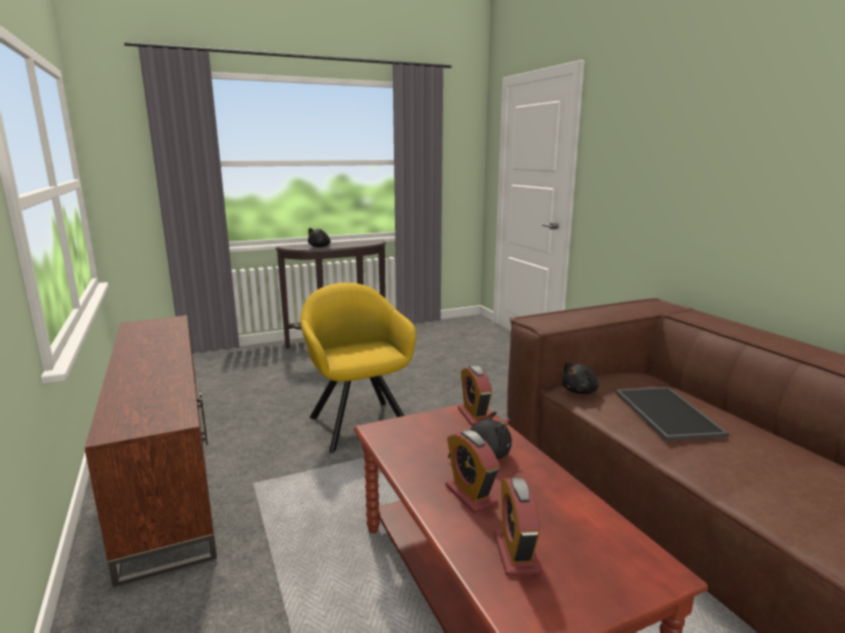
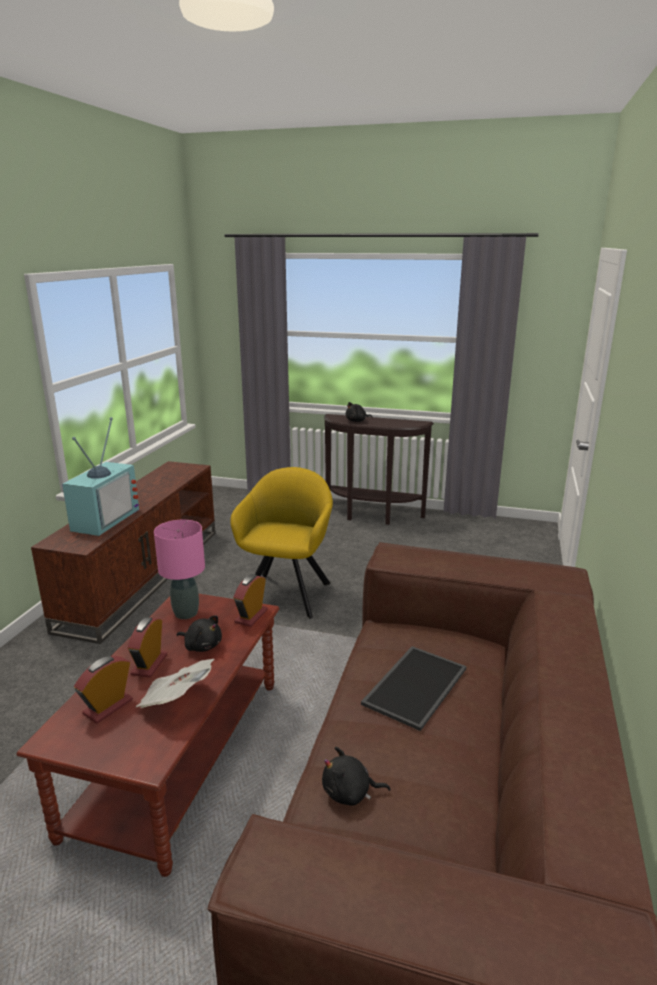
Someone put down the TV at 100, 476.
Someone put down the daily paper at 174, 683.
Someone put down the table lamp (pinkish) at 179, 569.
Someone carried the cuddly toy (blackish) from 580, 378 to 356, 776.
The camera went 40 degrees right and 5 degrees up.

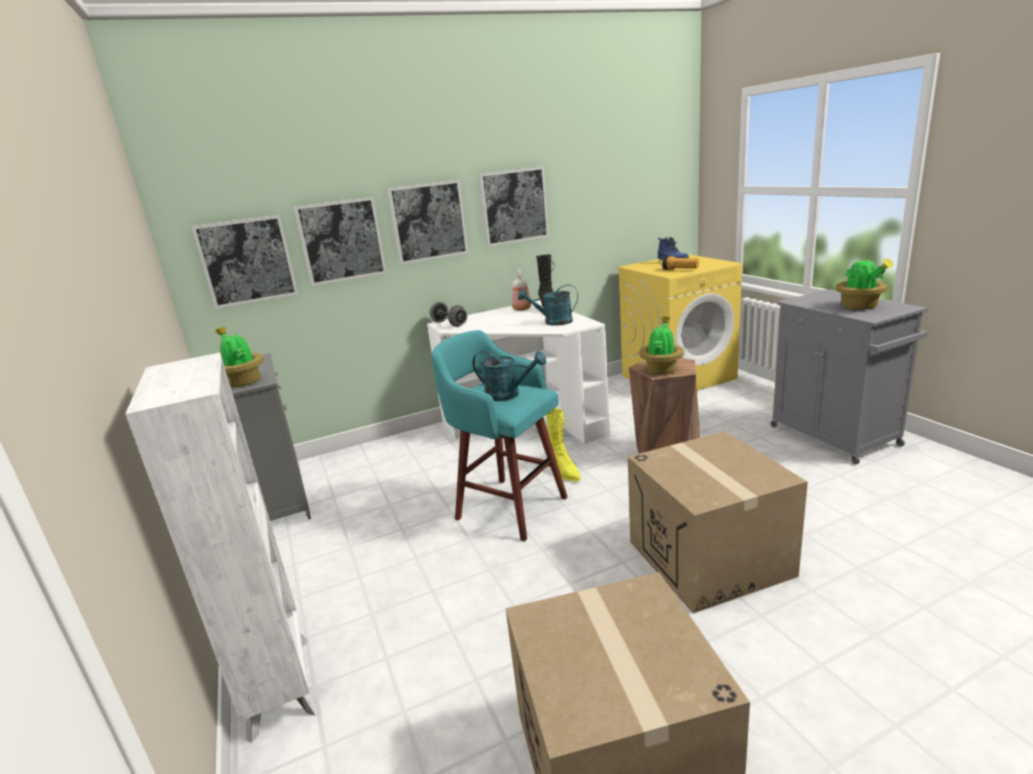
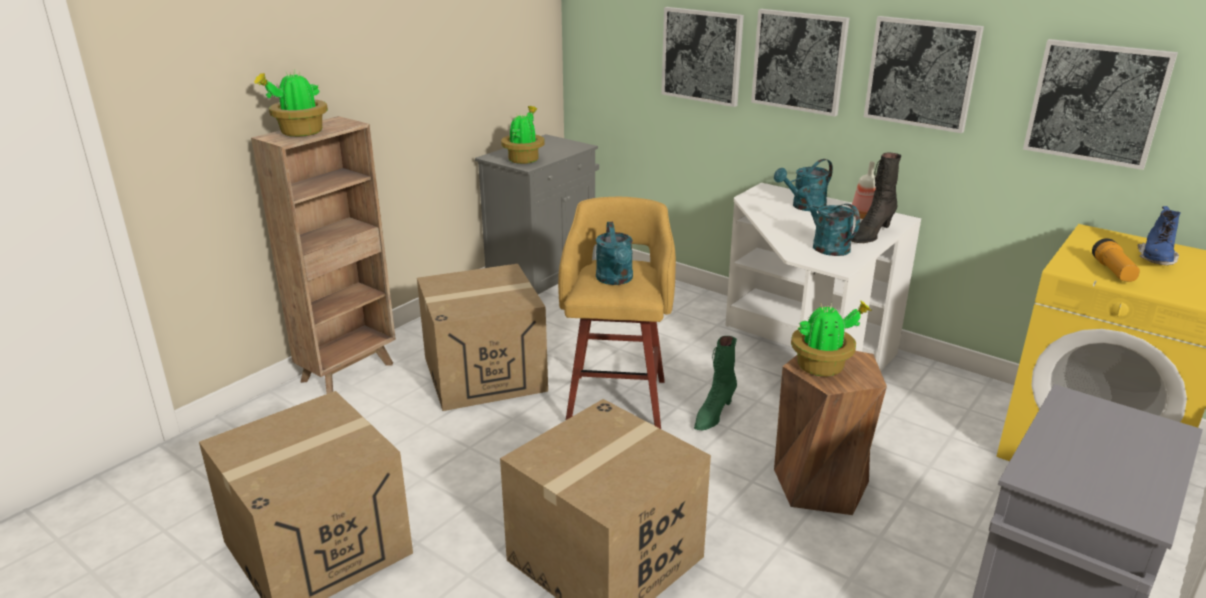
Someone repainted the shelving unit (white-coloured) at 222, 548, which became the shelving unit (brown) at 323, 255.
Someone carried the houseplant from 865, 283 to 291, 104.
Someone put down the packing box at 482, 337.
Someone repainted the stool seat (turquoise) at 499, 436, which became the stool seat (yellow) at 617, 313.
Someone repainted the high-top boot (yellow) at 563, 445, which became the high-top boot (green) at 715, 383.
Someone put down the watering can (turquoise) at 803, 185.
Someone carried the picture from 245, 262 to 1100, 104.
Someone took away the dumbbell (grey) at 448, 314.
The camera went 60 degrees right and 5 degrees up.

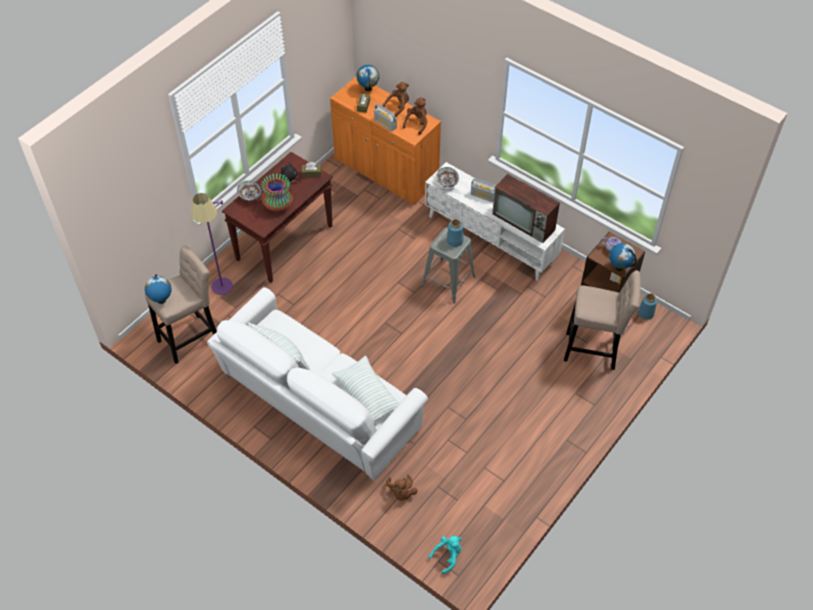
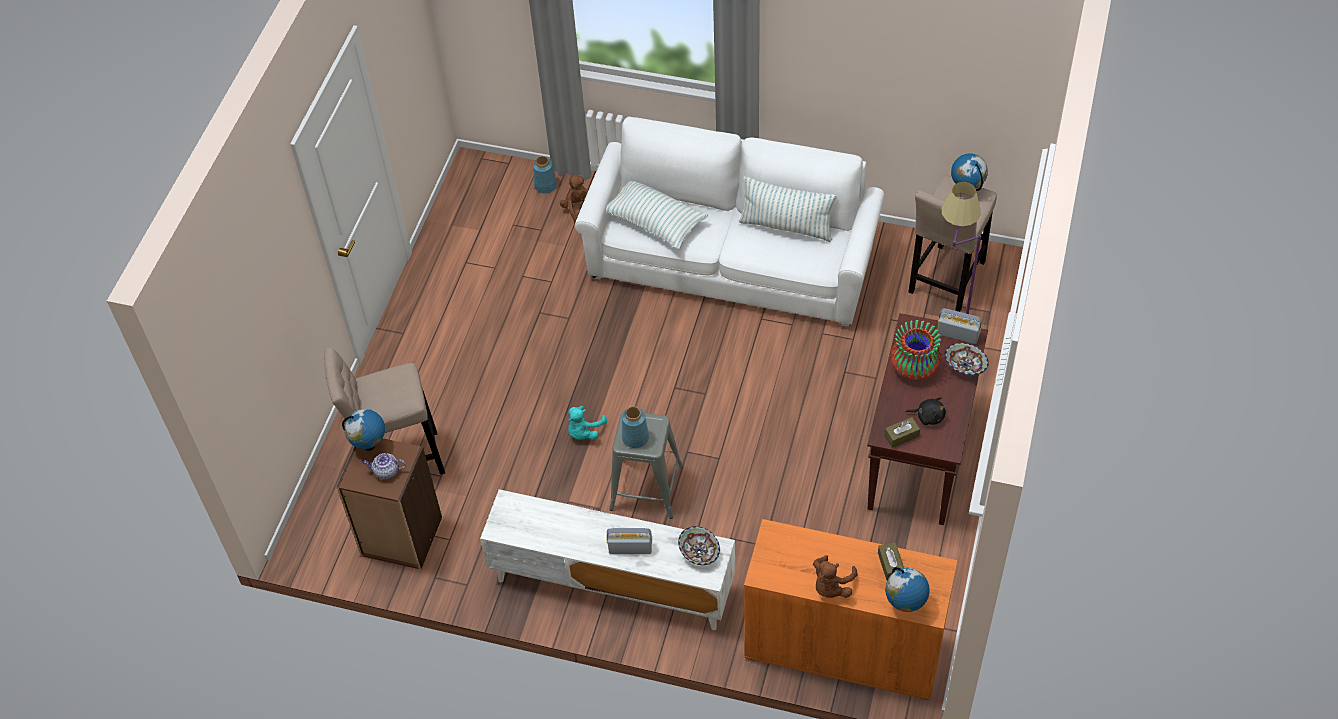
Someone carried the vase (blue-coloured) from 647, 307 to 545, 174.
Someone carried the cuddly toy (turquoise) from 445, 555 to 587, 423.
Someone carried the radio receiver from 385, 117 to 959, 326.
Someone took away the cuddly toy (brown) at 415, 116.
Someone took away the TV at 526, 208.
The camera went 160 degrees right and 0 degrees up.

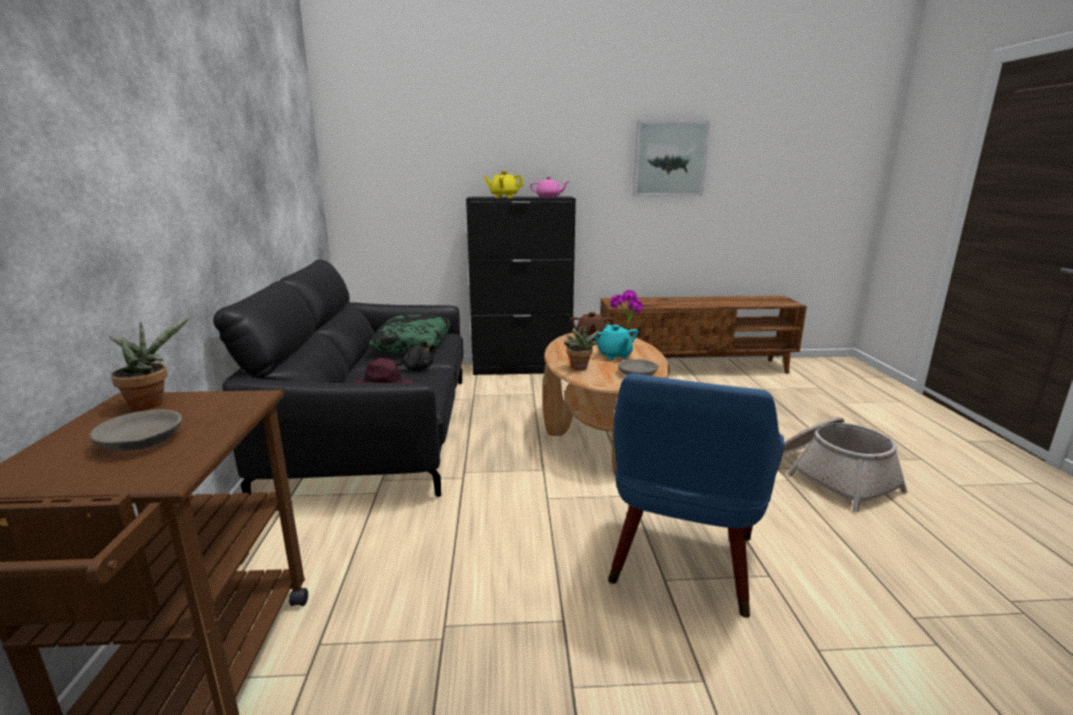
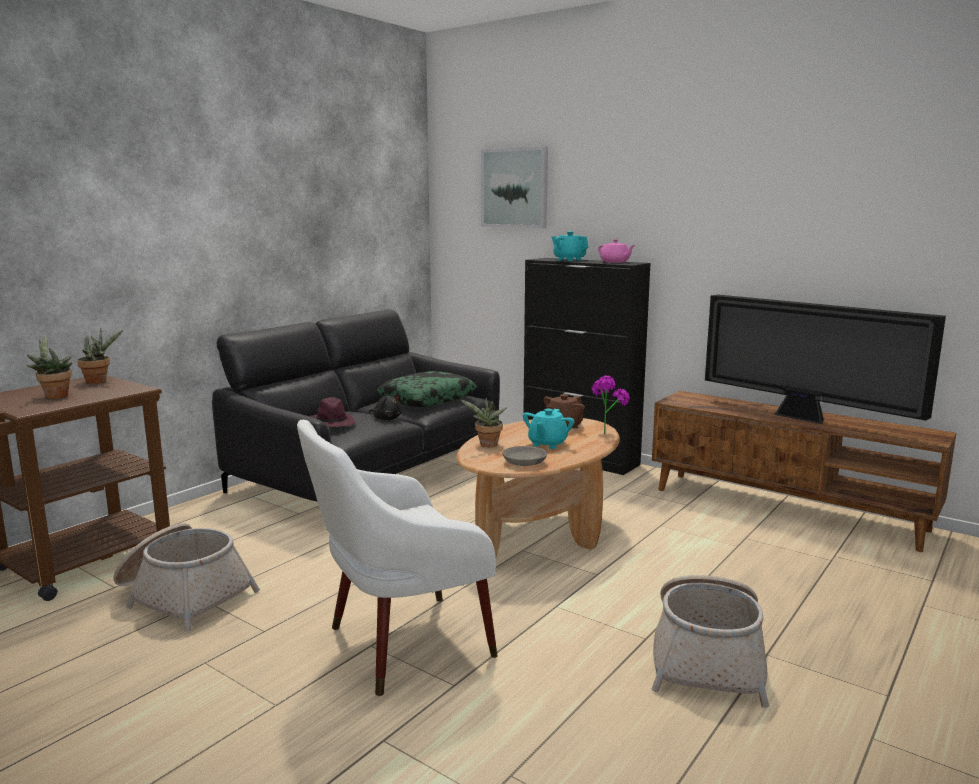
Someone swapped the bowl (grey) at 136, 430 for the houseplant at 49, 367.
Someone put down the storage basket at 186, 577.
Someone repainted the lounge chair (blue-coloured) at 696, 495, which became the lounge chair (white-coloured) at 397, 558.
Someone carried the picture from 671, 158 to 514, 187.
Someone repainted the pot for tea (yellow) at 504, 184, which became the pot for tea (turquoise) at 570, 246.
Someone put down the TV at 825, 359.
The camera went 40 degrees right and 5 degrees down.

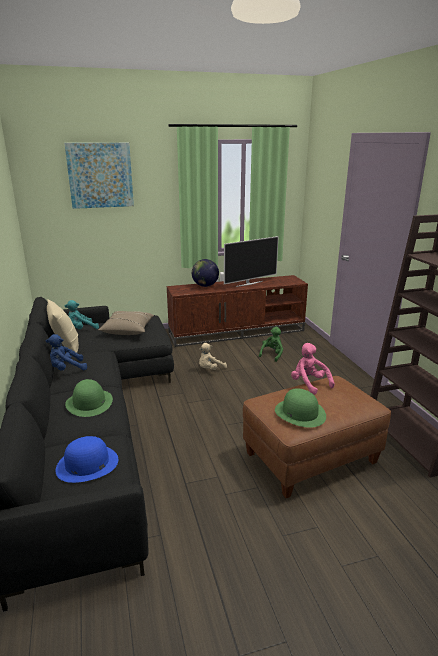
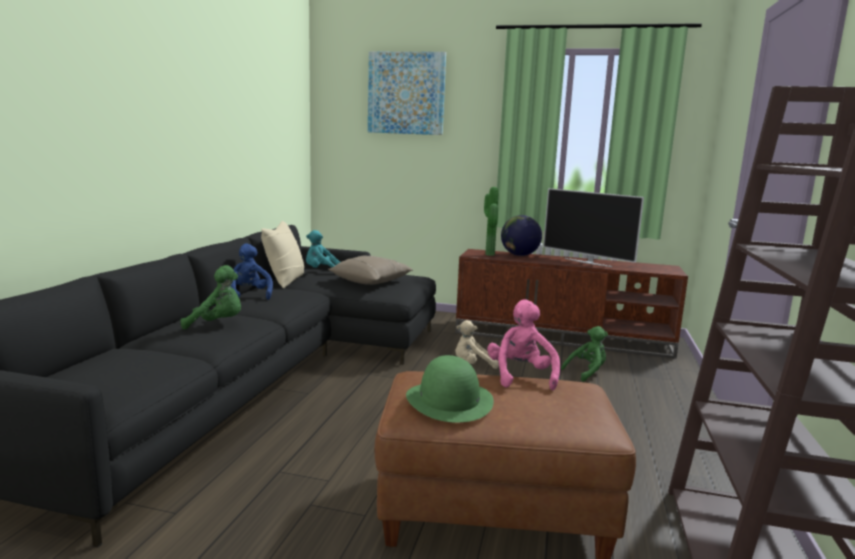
Someone swapped the hat (green) at 89, 398 for the cuddly toy (green) at 211, 297.
Someone rotated the cuddly toy (blue-coloured) at 66, 352 by 60 degrees clockwise.
Someone put down the houseplant at 491, 221.
Someone rotated the TV at 251, 261 by 45 degrees clockwise.
Someone took away the hat (blue-coloured) at 86, 459.
The camera went 30 degrees right and 10 degrees down.

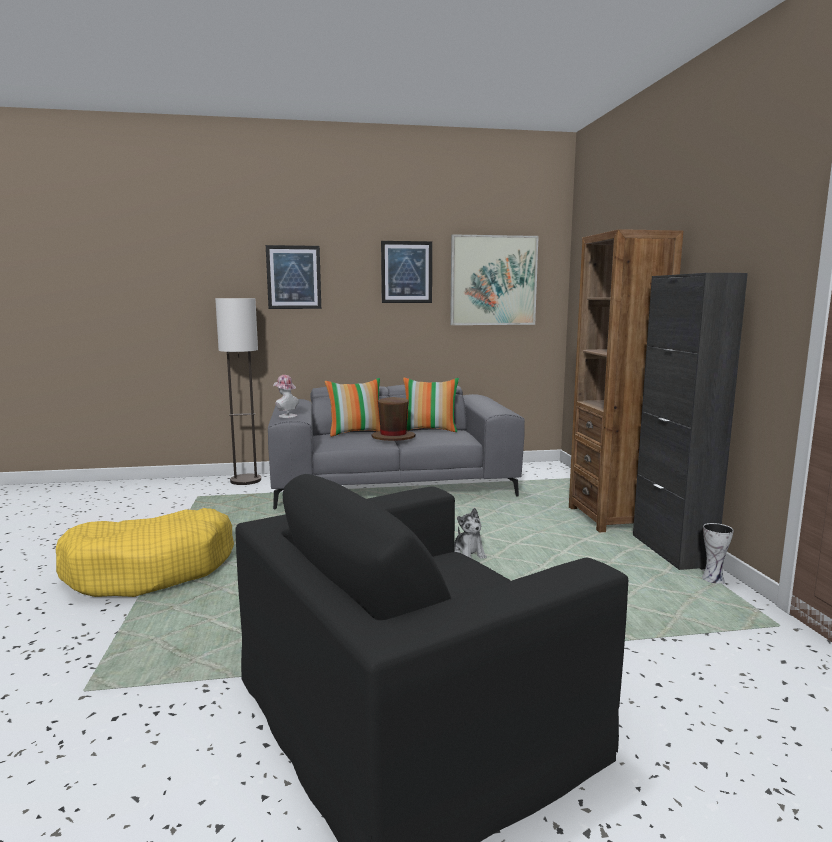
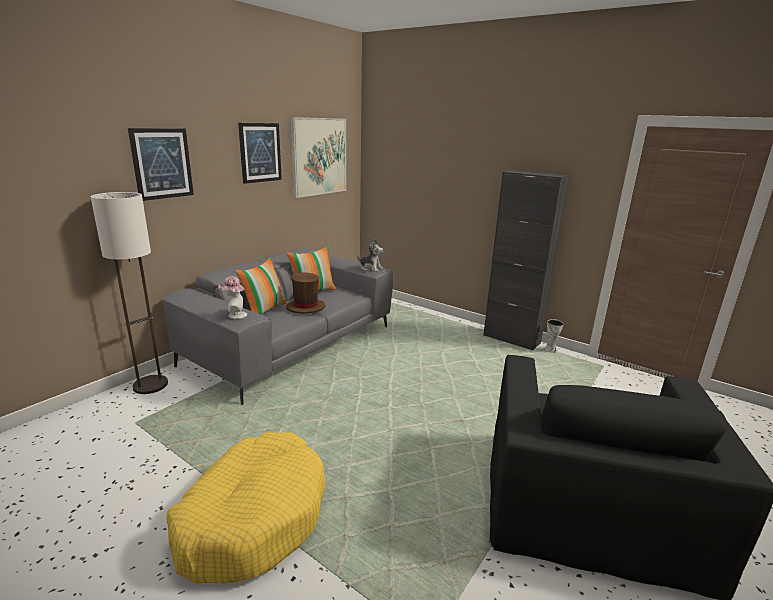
Someone carried the cuddly toy from 470, 533 to 370, 255.
Someone took away the shelving unit (brown) at 626, 380.
The camera went 45 degrees left and 10 degrees up.

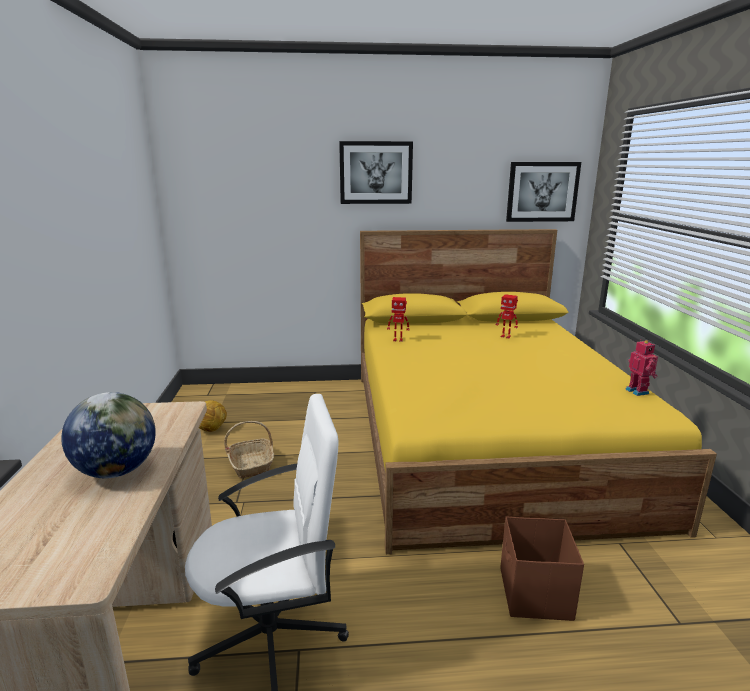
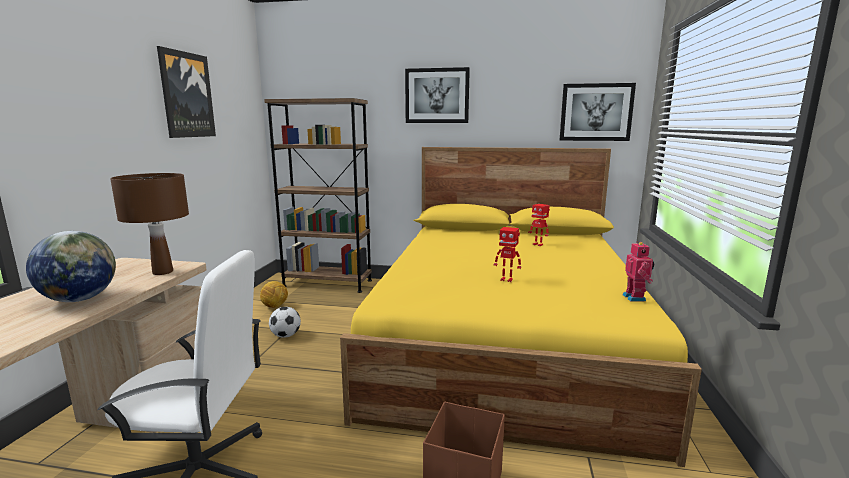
Someone put down the table lamp (brown) at 149, 224.
Someone put up the picture at 186, 92.
Someone put down the shelving unit (brown) at 318, 195.
Someone swapped the storage basket at 249, 449 for the football ball at 285, 322.
Someone carried the robot figure from 398, 319 to 507, 254.
The camera went 15 degrees right and 5 degrees down.

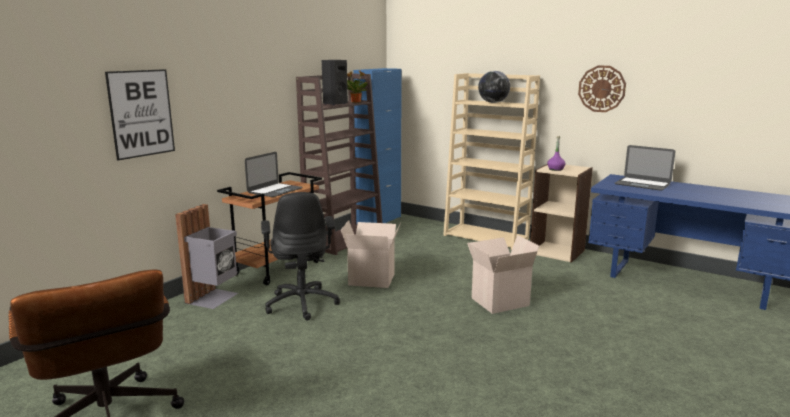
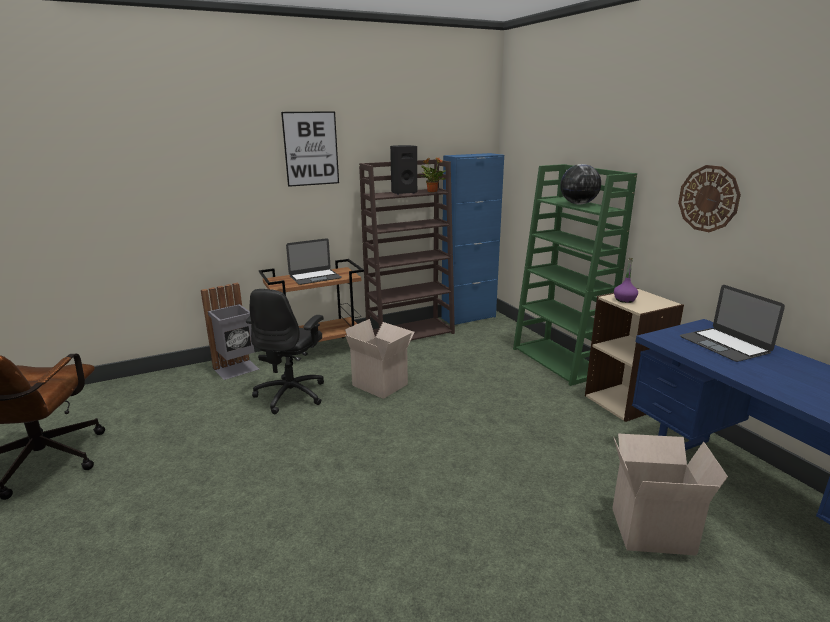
Someone carried the picture from 140, 114 to 310, 149.
Someone repainted the shelving unit (beige-coloured) at 491, 161, which became the shelving unit (green) at 575, 275.
Someone carried the packing box from 503, 274 to 670, 495.
The camera went 30 degrees right and 5 degrees up.

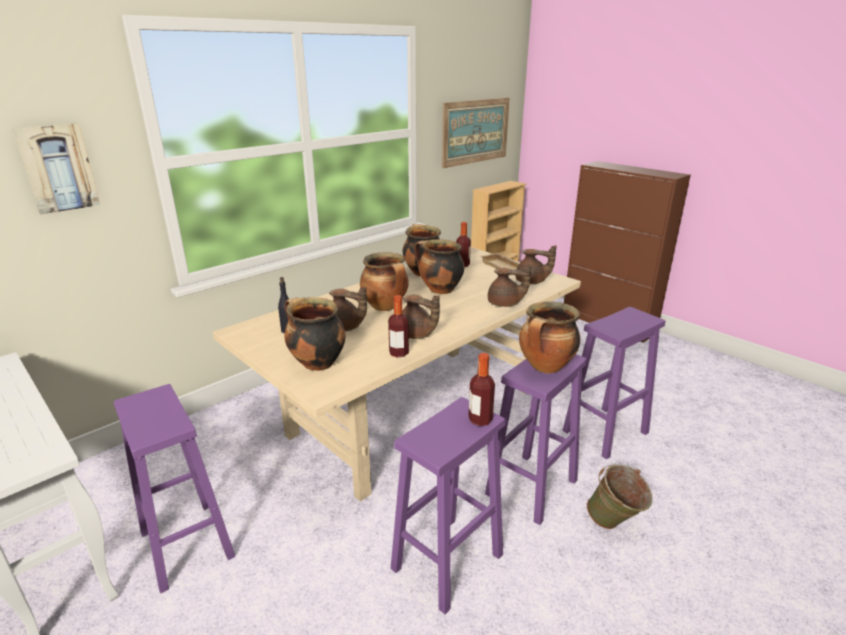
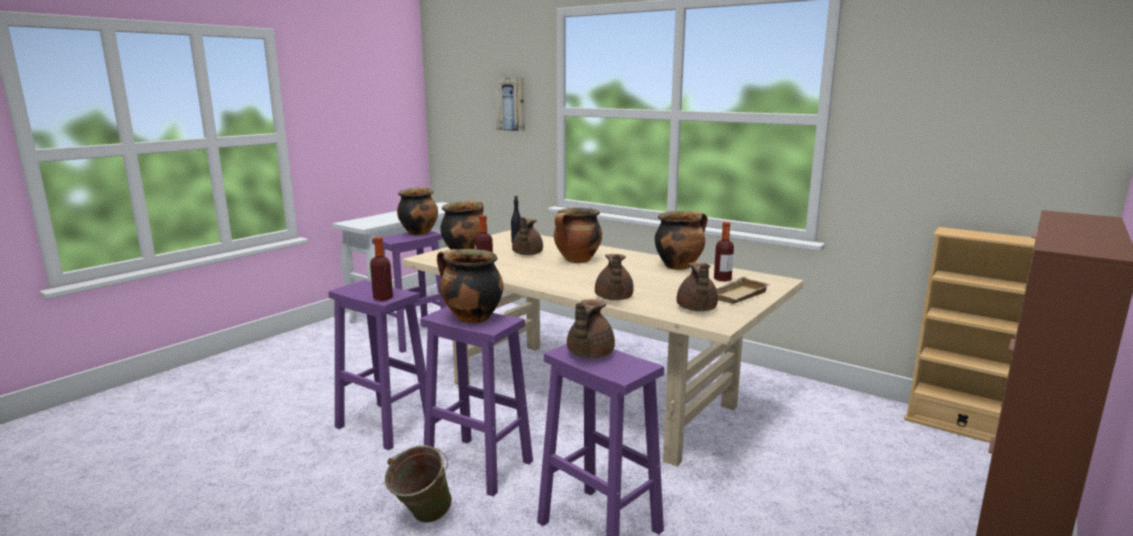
Someone carried the stockpot from 439, 266 to 417, 211.
Someone carried the pot for tea (brown) from 421, 317 to 591, 328.
Someone took away the picture at 476, 132.
The camera went 80 degrees right and 10 degrees down.

